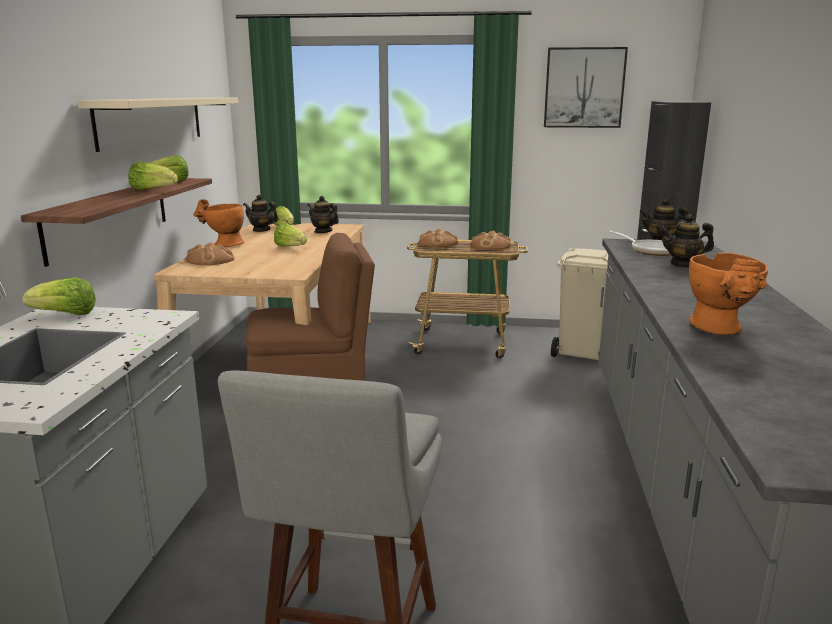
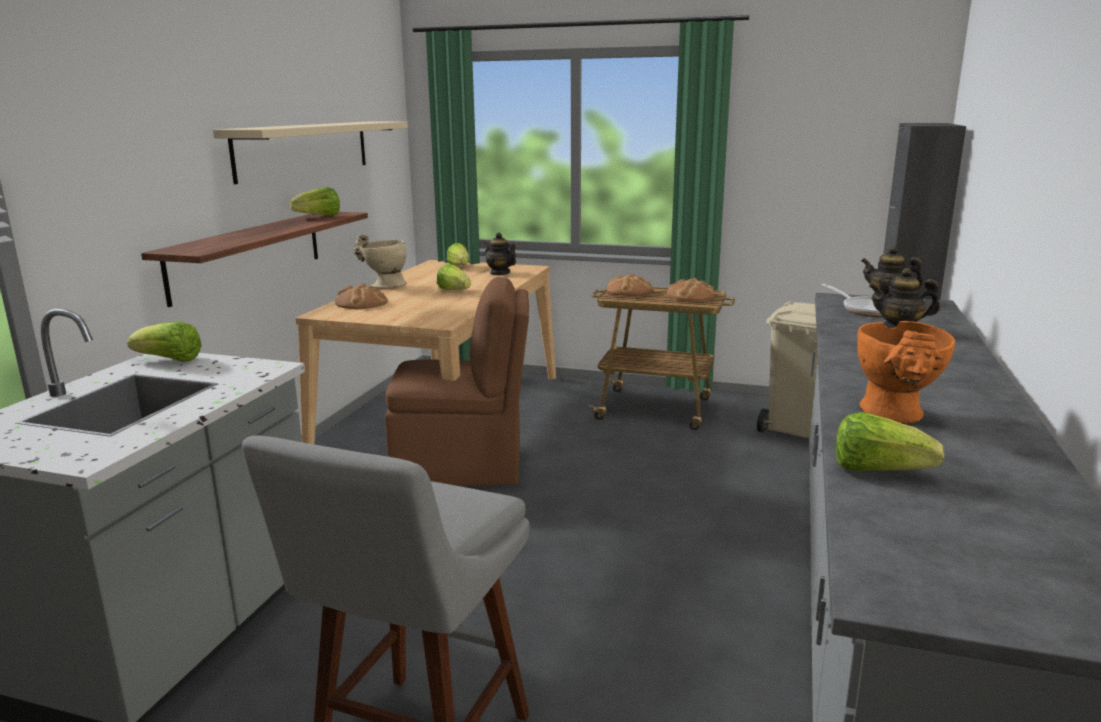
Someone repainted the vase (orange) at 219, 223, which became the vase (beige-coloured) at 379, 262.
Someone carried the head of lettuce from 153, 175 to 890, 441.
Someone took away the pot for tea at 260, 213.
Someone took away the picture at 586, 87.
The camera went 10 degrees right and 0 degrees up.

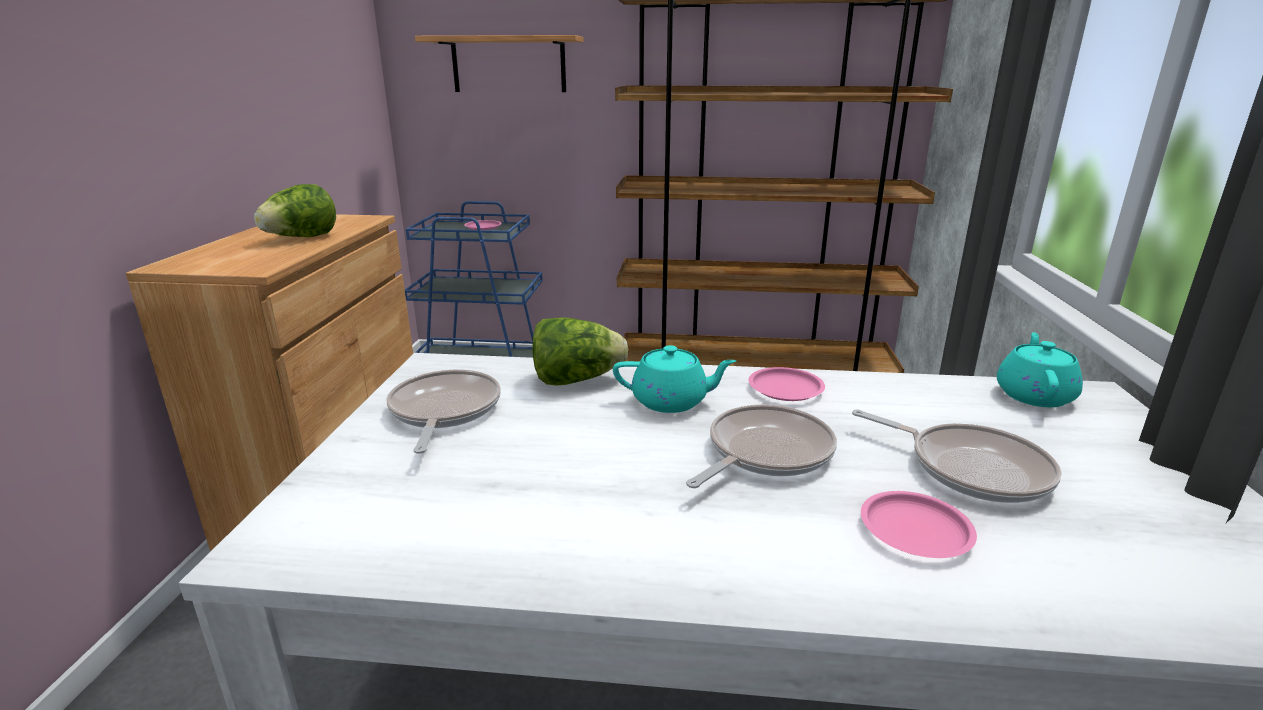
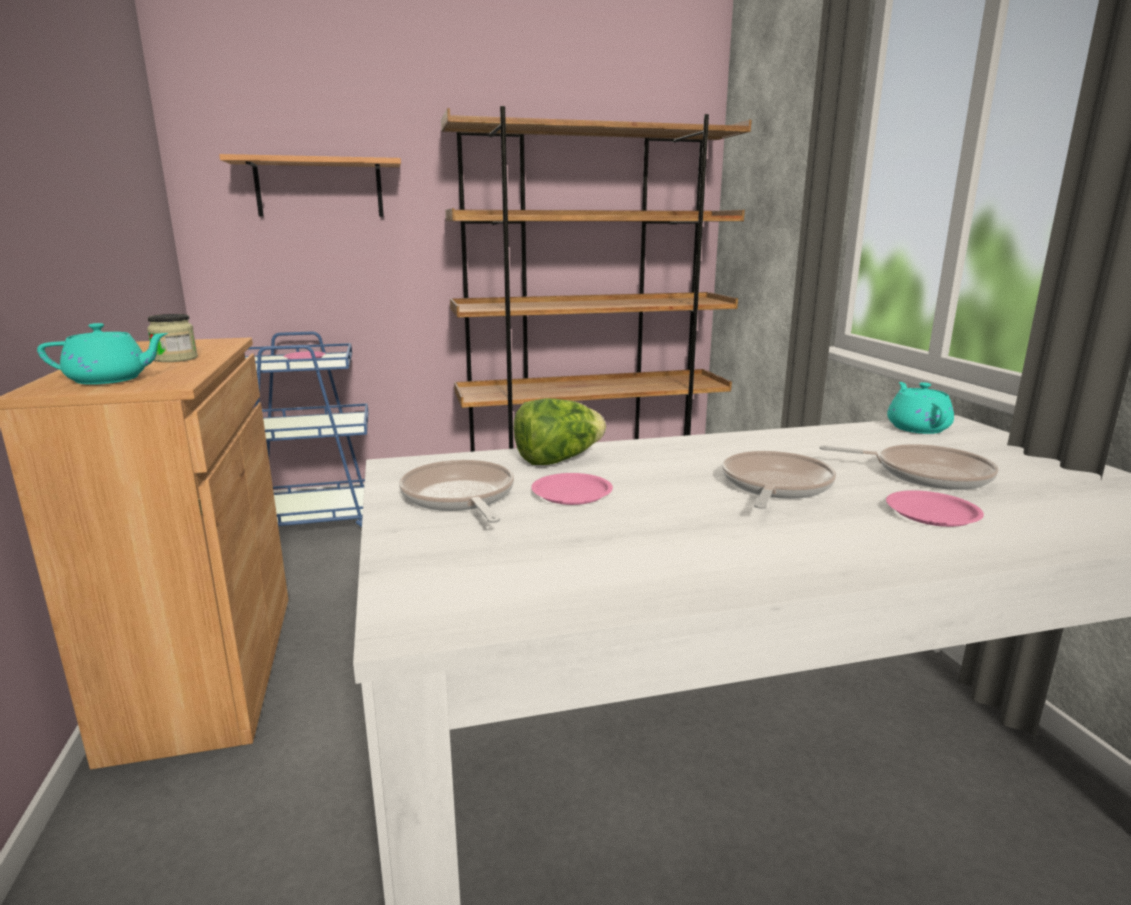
Someone carried the pot for tea (turquoise) from 674, 379 to 102, 354.
Someone swapped the head of lettuce at 295, 210 for the preserve jar at 172, 338.
Someone carried the dinner plate (pinkish) from 787, 384 to 572, 489.
The camera went 20 degrees left and 5 degrees down.

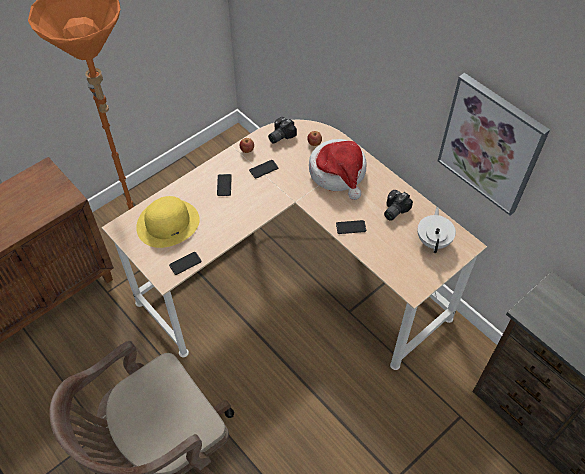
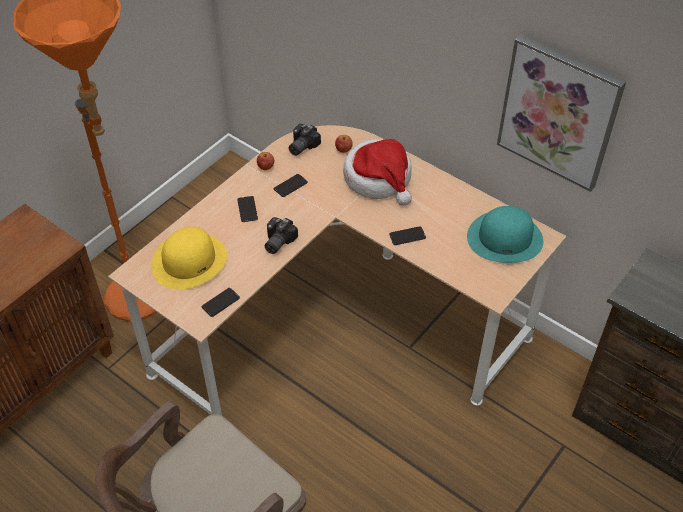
Someone carried the photo camera from 398, 205 to 281, 235.
Someone swapped the pot for tea (white-coloured) at 437, 230 for the hat (turquoise) at 505, 234.
The camera went 10 degrees left and 5 degrees down.

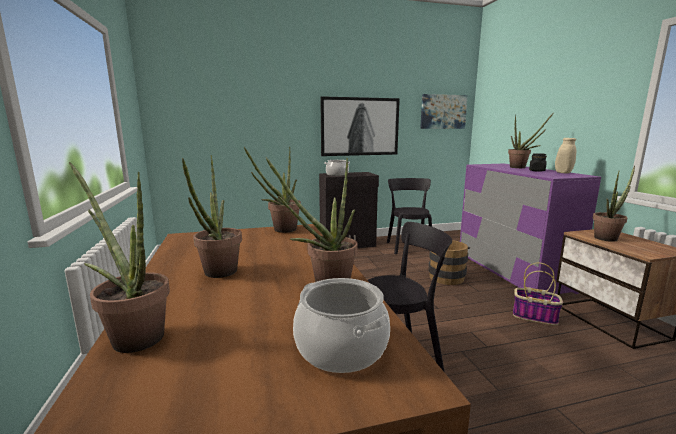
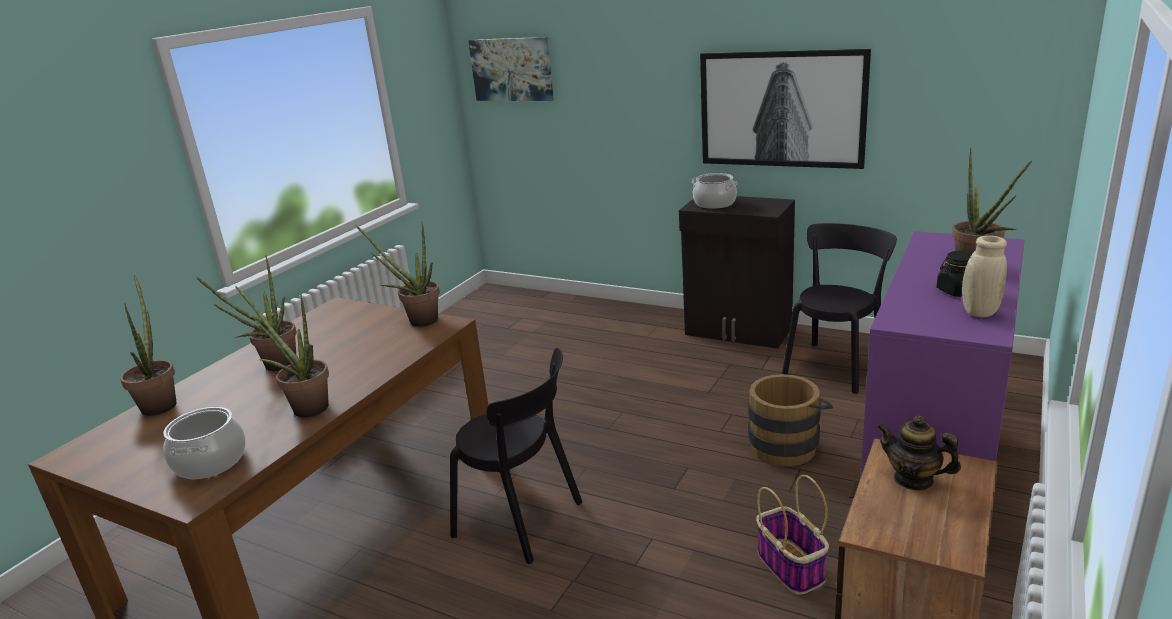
Someone carried the picture from 444, 111 to 511, 69.
Someone swapped the houseplant at 614, 204 for the pot for tea at 919, 453.
The camera went 45 degrees right and 10 degrees up.

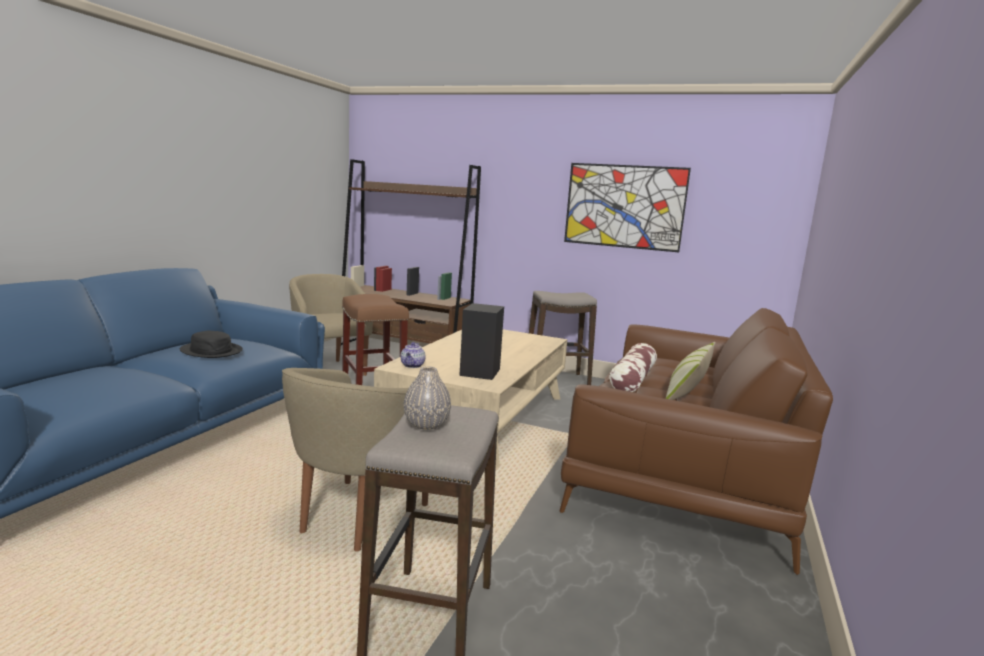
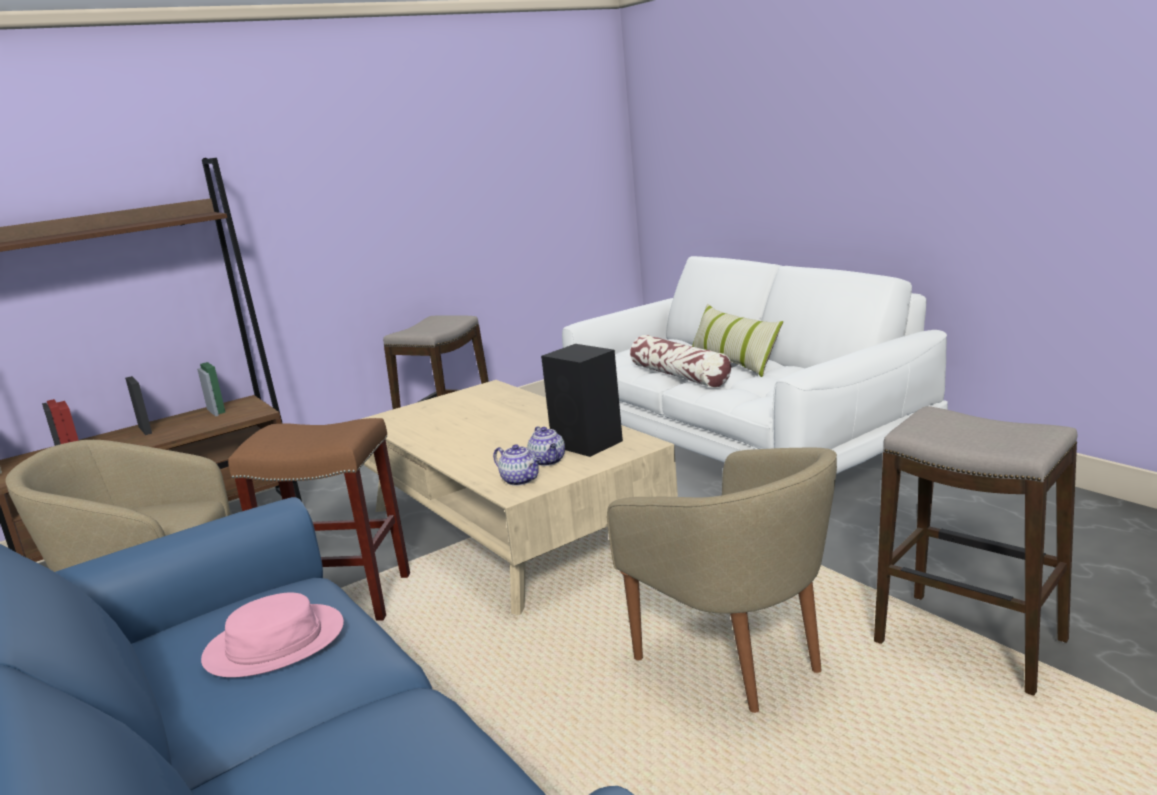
Someone repainted the hat (blackish) at 211, 344, which became the hat (pinkish) at 272, 634.
Someone put down the pot for tea at 546, 446.
Someone repainted the sofa (brown) at 696, 441, which became the sofa (white-coloured) at 755, 365.
Someone took away the vase (grey) at 427, 398.
Someone took away the picture at 627, 207.
The camera went 55 degrees left and 5 degrees up.

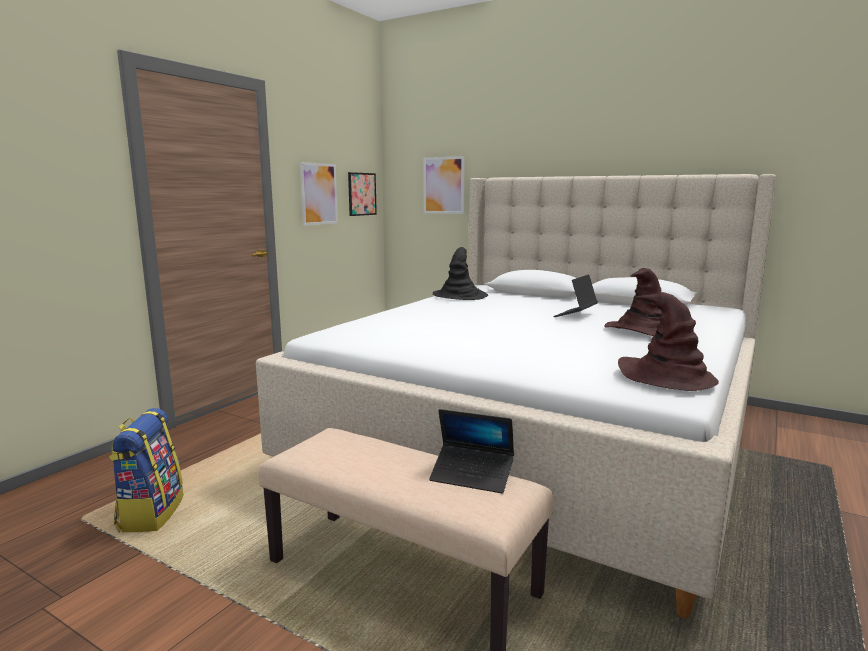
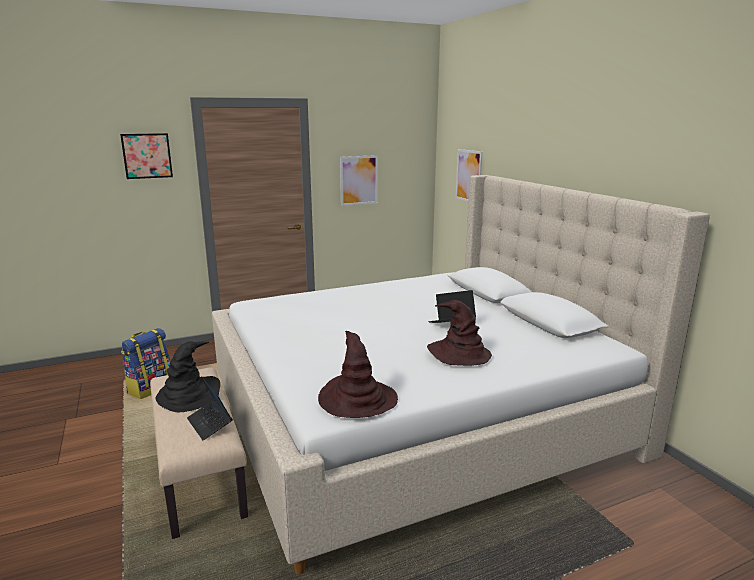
Someone carried the picture from 362, 194 to 146, 156.
Someone carried the hat (blackish) from 460, 273 to 187, 376.
The camera went 35 degrees right and 5 degrees up.

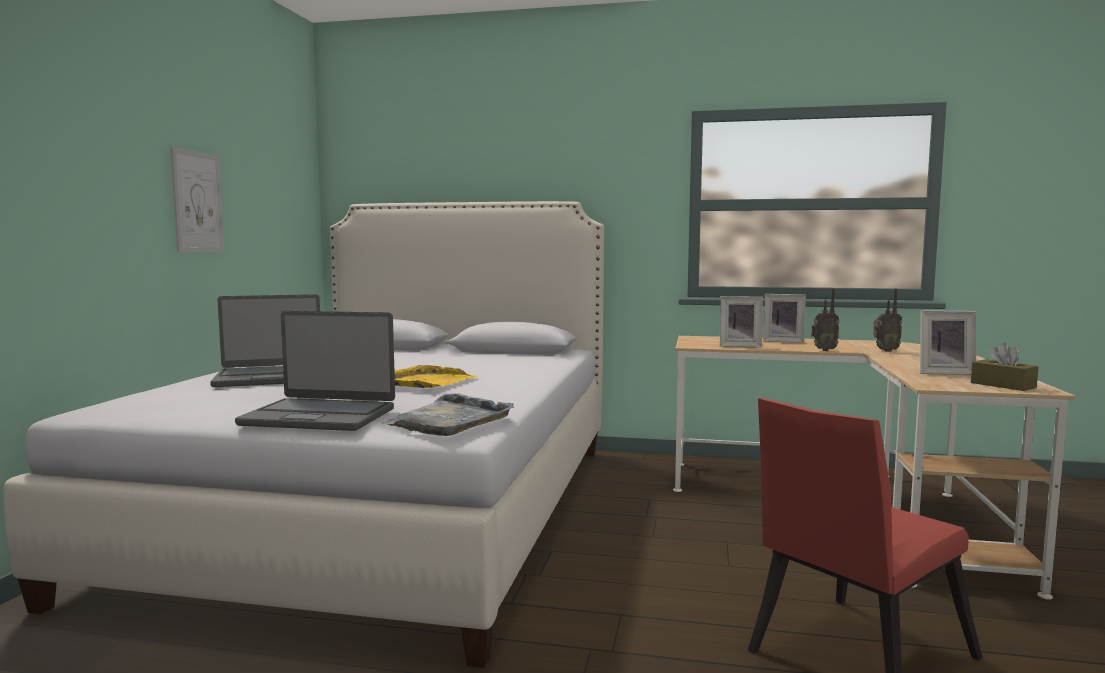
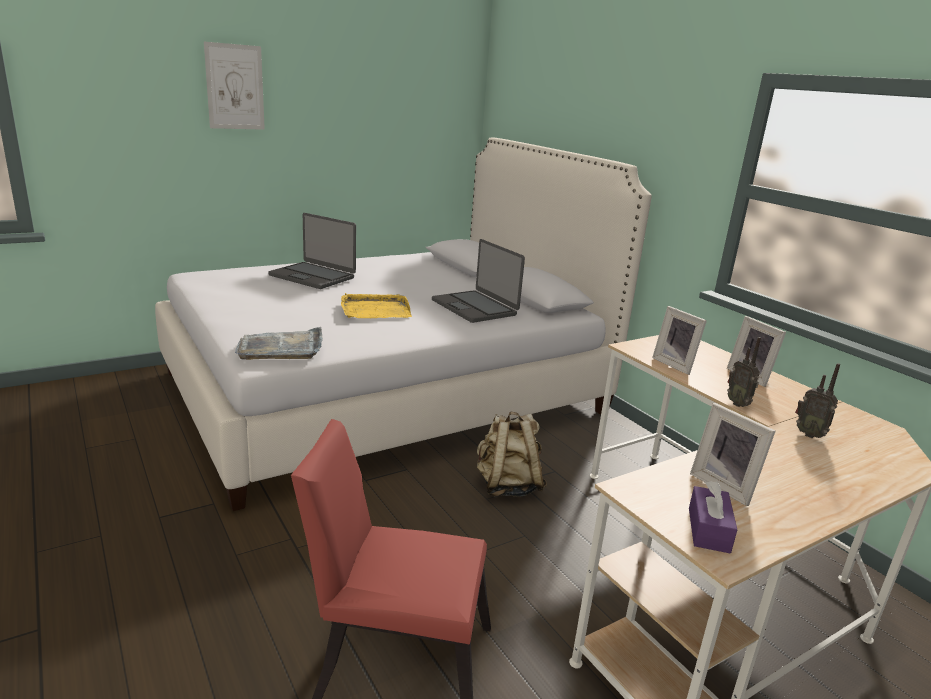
Someone carried the picture from 197, 200 to 234, 86.
Someone carried the laptop from 315, 371 to 478, 281.
Someone put down the knapsack (beige-coloured) at 512, 454.
Someone repainted the box of tissues (brown) at 1005, 367, which became the box of tissues (purplish) at 713, 517.
The camera went 45 degrees right and 15 degrees up.

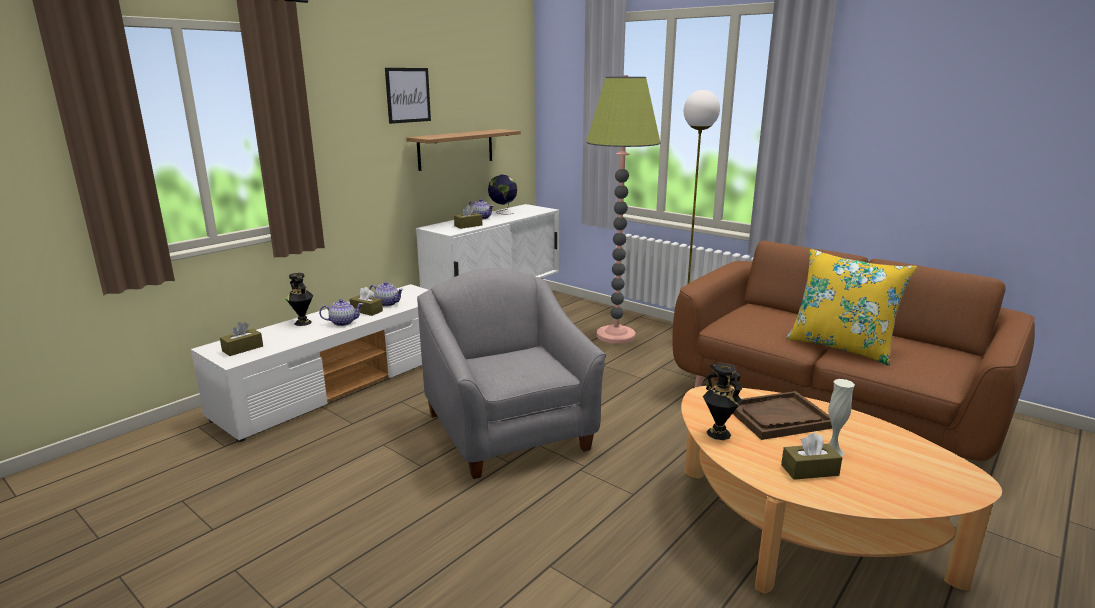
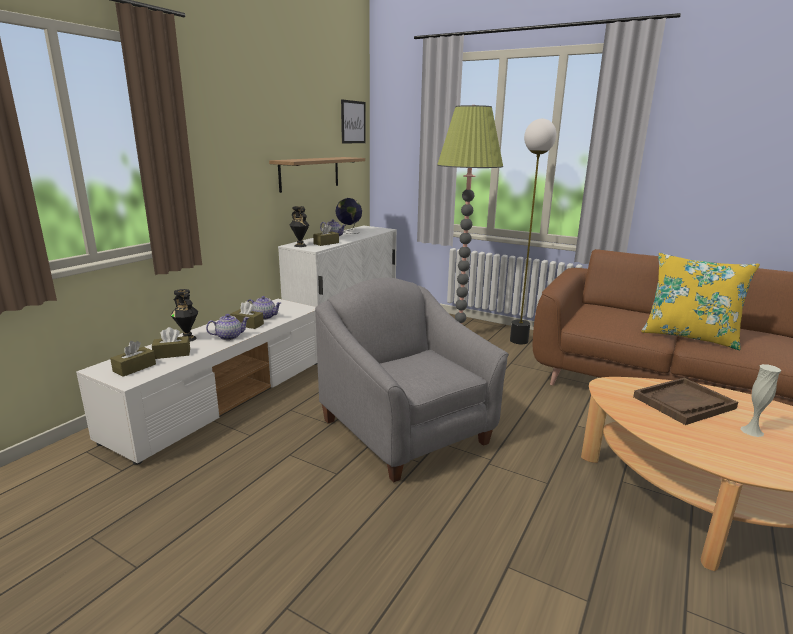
Someone carried the box of tissues (brown) from 812, 456 to 171, 343.
Someone carried the vase (blackish) from 722, 402 to 299, 226.
Someone carried the picture from 408, 96 to 353, 121.
The camera went 10 degrees left and 0 degrees up.

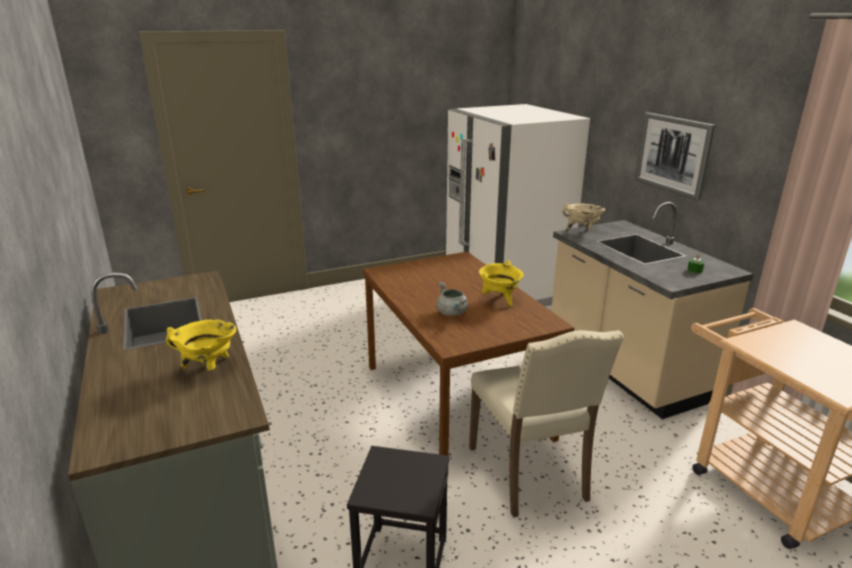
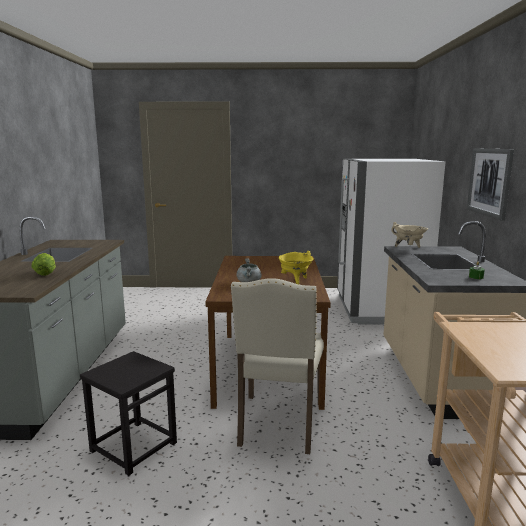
Someone swapped the stockpot (yellow) at 201, 345 for the head of lettuce at 43, 264.
The camera went 25 degrees right and 10 degrees down.

